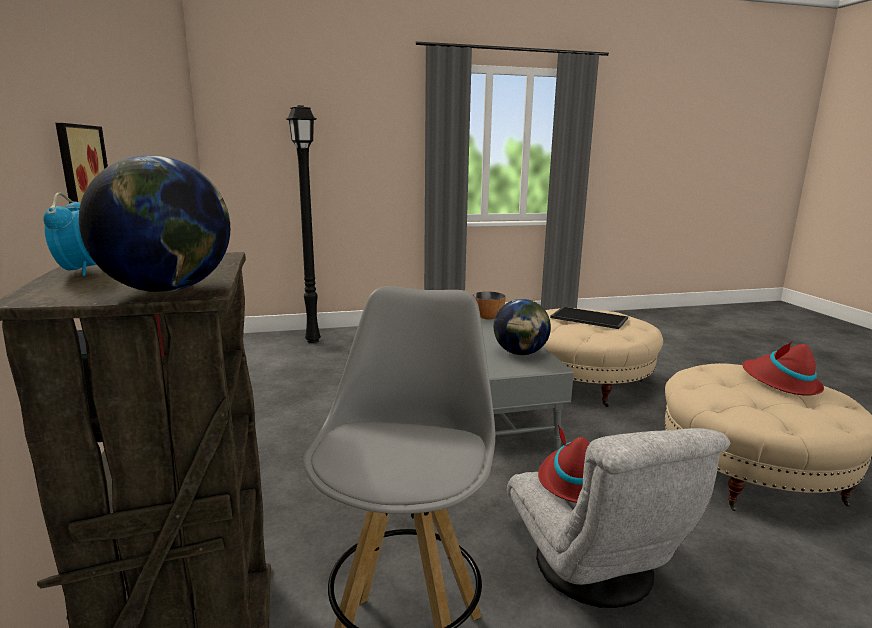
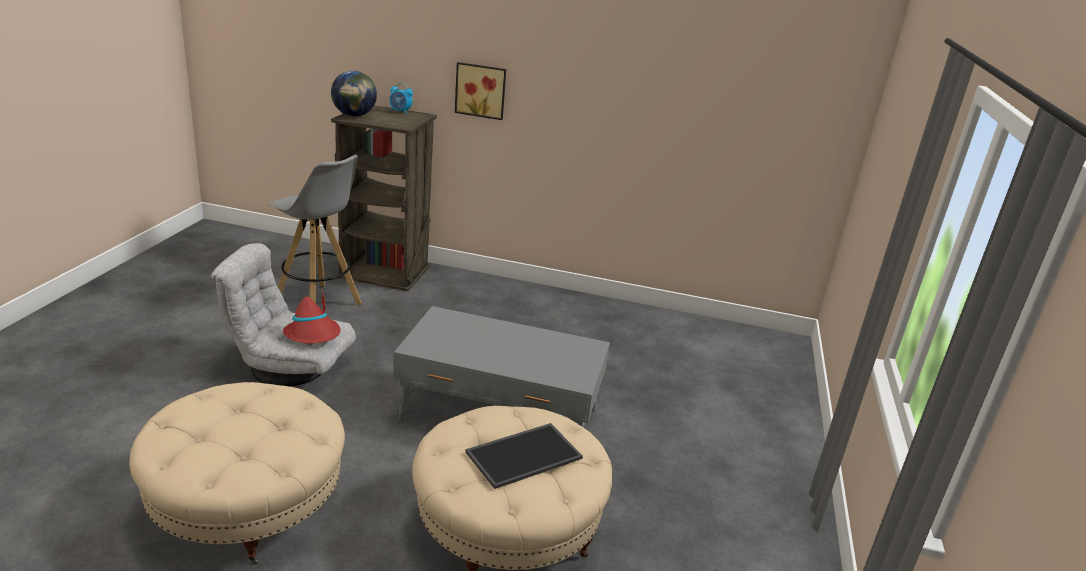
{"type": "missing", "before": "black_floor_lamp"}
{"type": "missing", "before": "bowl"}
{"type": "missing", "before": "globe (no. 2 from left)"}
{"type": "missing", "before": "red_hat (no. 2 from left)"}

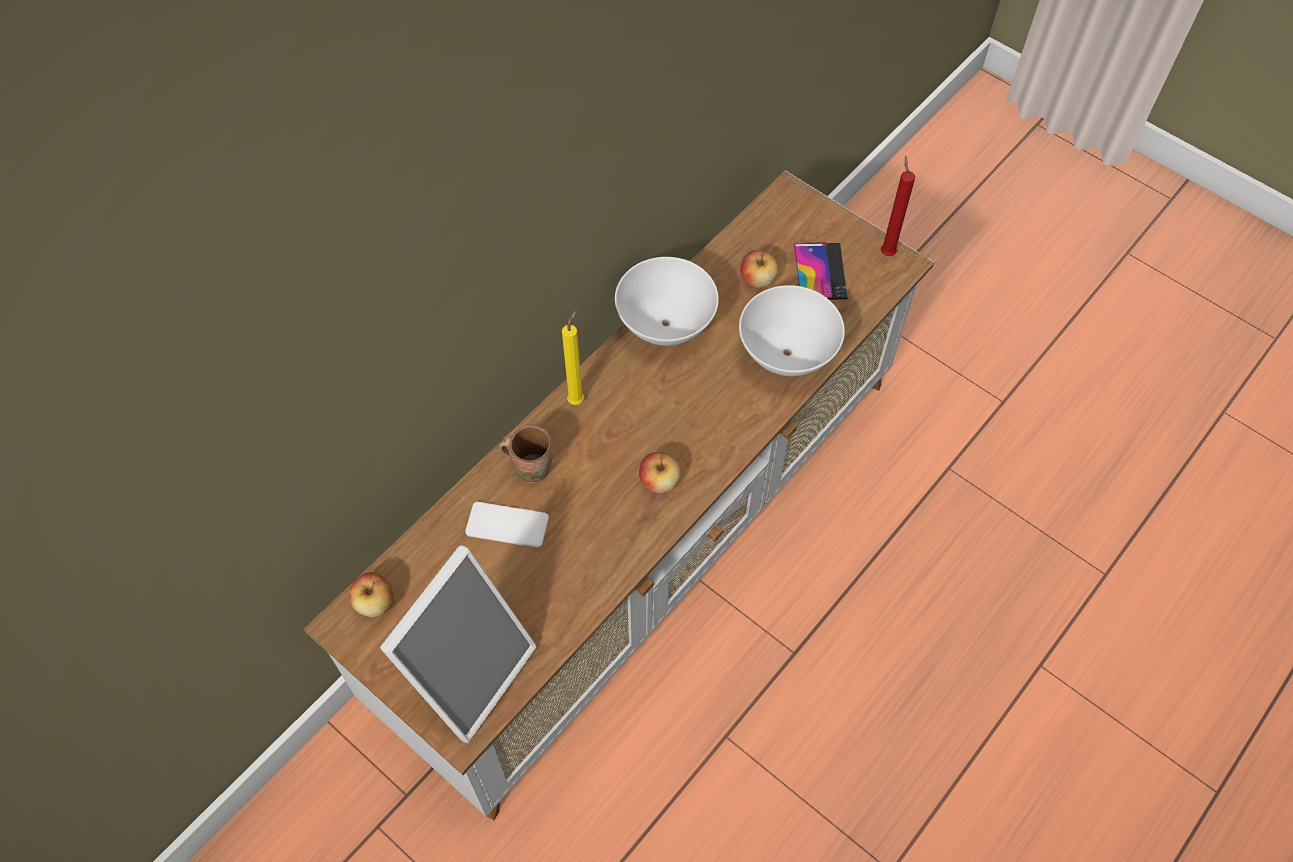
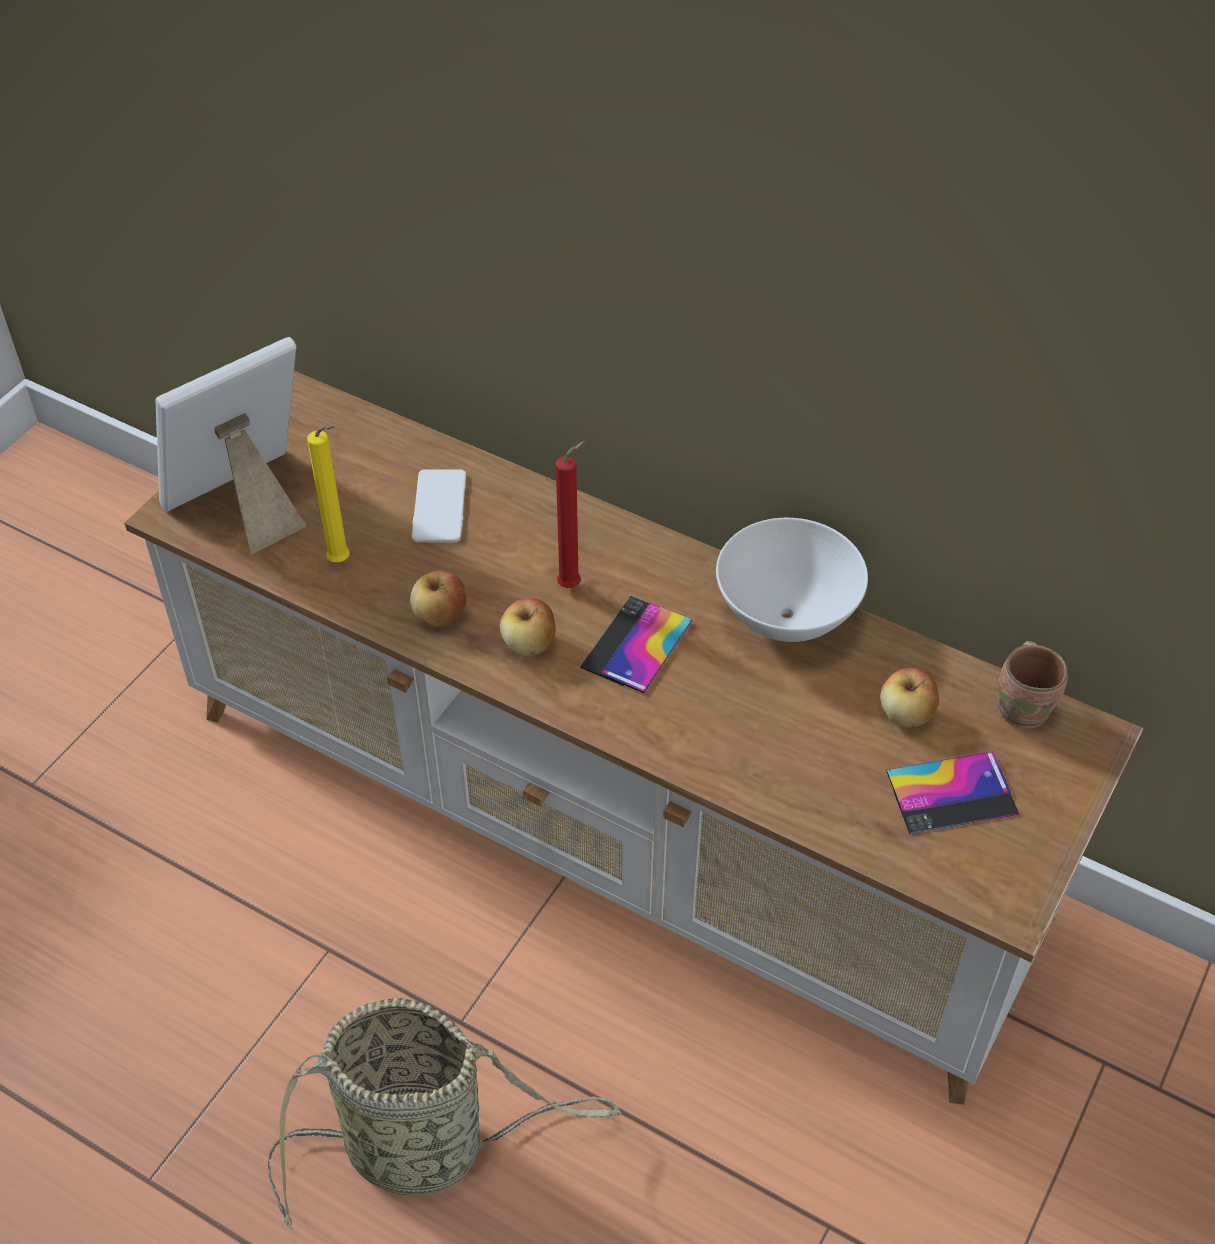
{"type": "spun", "before": "picture_frame", "turn": 120}
{"type": "appeared", "after": "basket"}
{"type": "relocated", "before": "yellow_candle"}
{"type": "relocated", "before": "apple (no. 1 from left)"}
{"type": "relocated", "before": "red_candle"}
{"type": "appeared", "after": "phone (no. 2 from left)"}
{"type": "relocated", "before": "brown_mug"}
{"type": "missing", "before": "white_bowl (no. 2 from left)"}

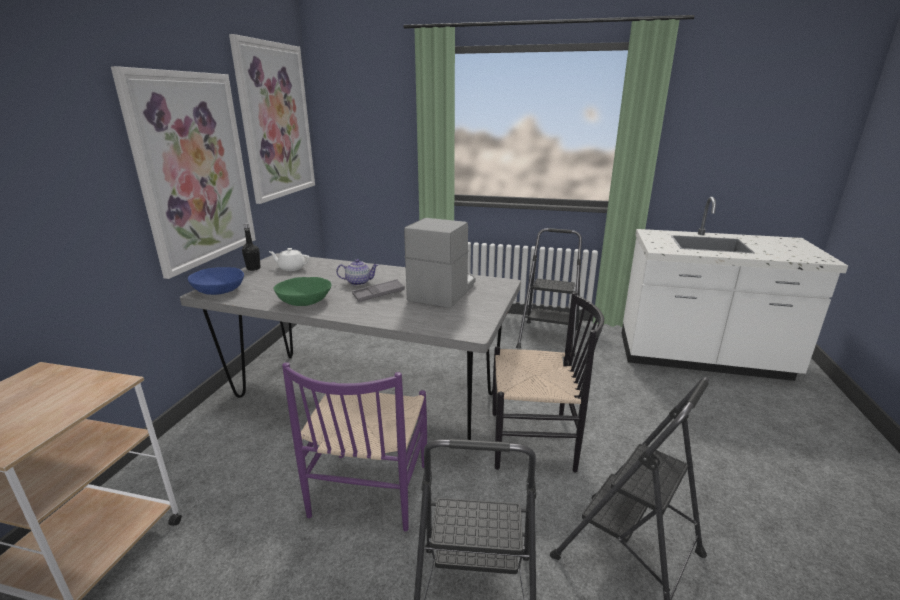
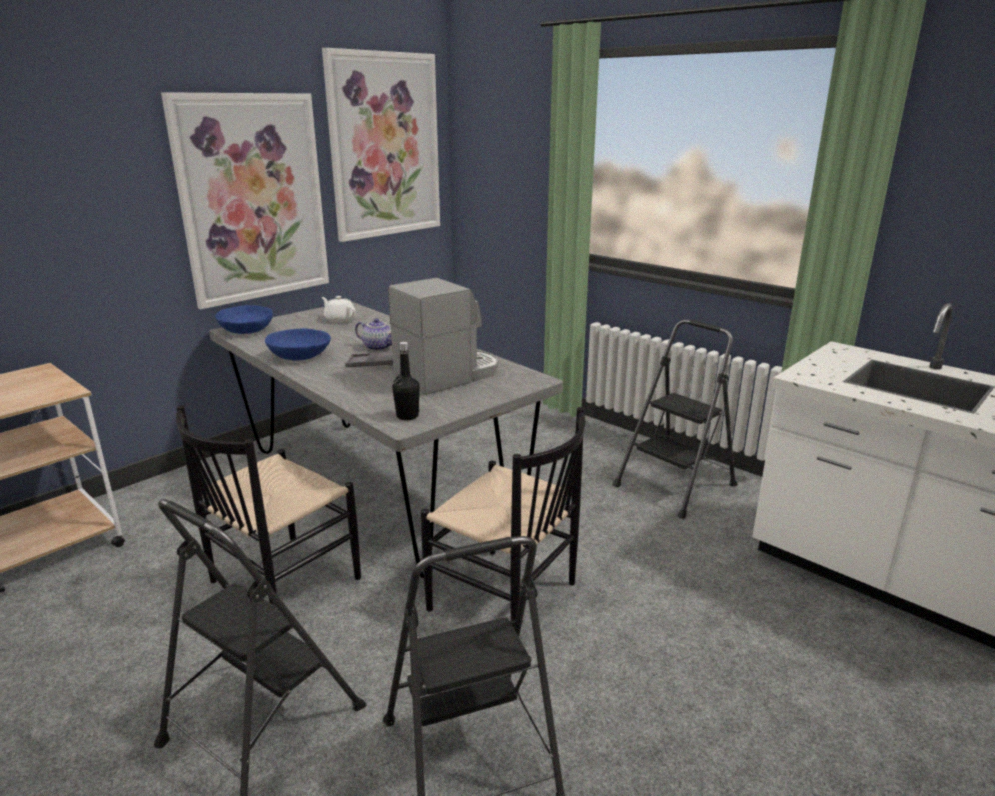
{"type": "colour", "before": "purple_chair", "after": "black_chair (no. 1 from left)"}
{"type": "colour", "before": "green_bowl", "after": "blue_bowl (no. 2 from left)"}
{"type": "relocated", "before": "black_bottle"}

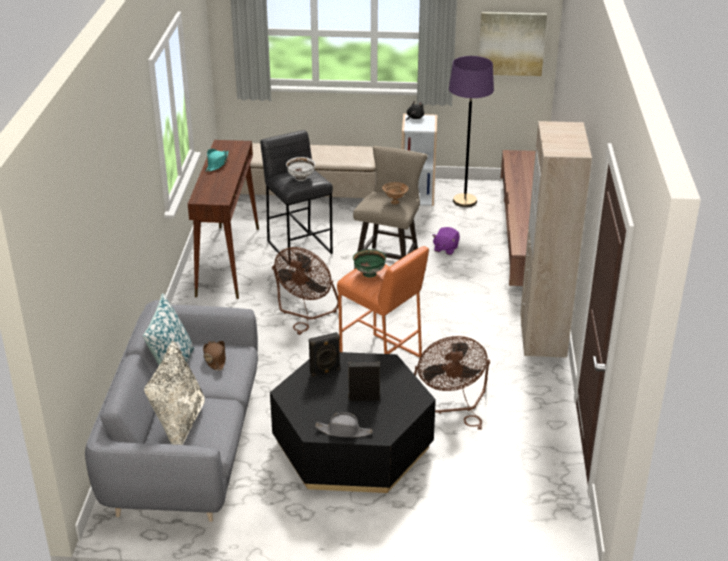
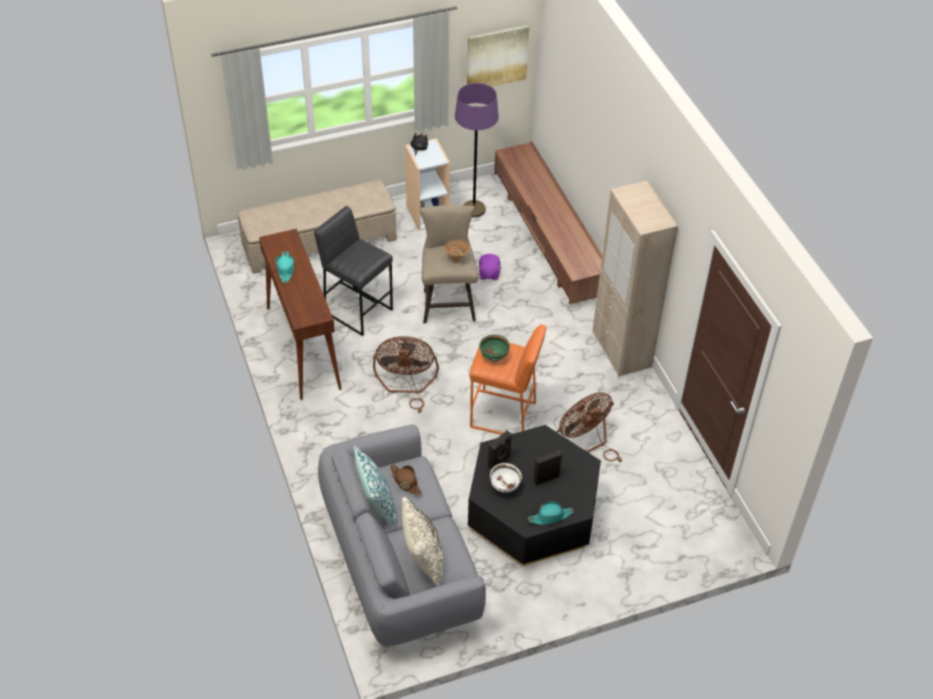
{"type": "relocated", "before": "white_bowl"}
{"type": "colour", "before": "grey_hat", "after": "turquoise_hat (no. 2 from left)"}

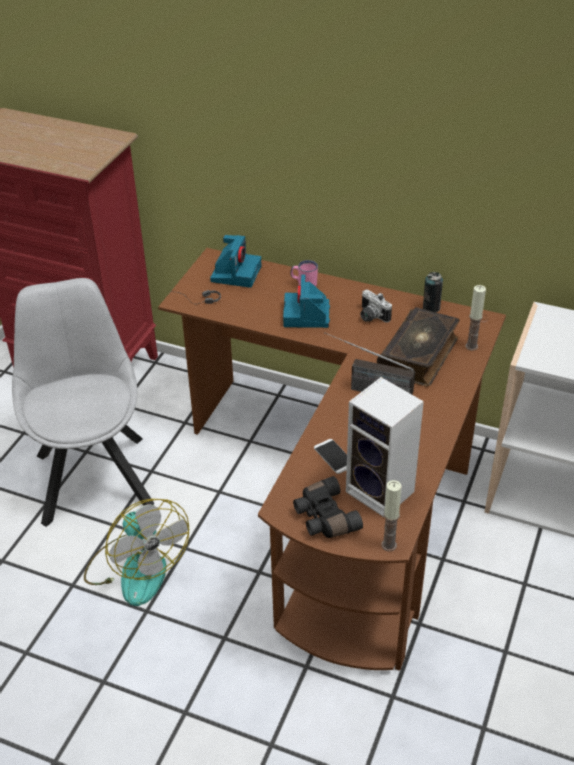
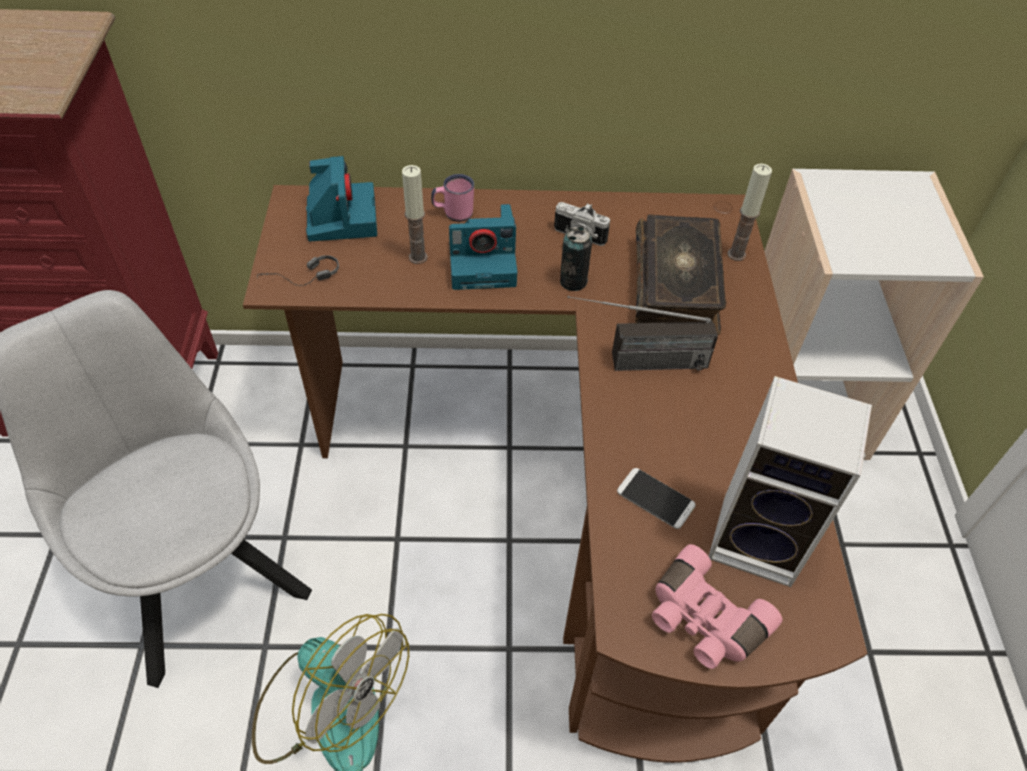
{"type": "relocated", "before": "candle (no. 1 from left)"}
{"type": "spun", "before": "photo_camera (no. 2 from left)", "turn": -75}
{"type": "relocated", "before": "can"}
{"type": "colour", "before": "black_binoculars", "after": "pink_binoculars"}

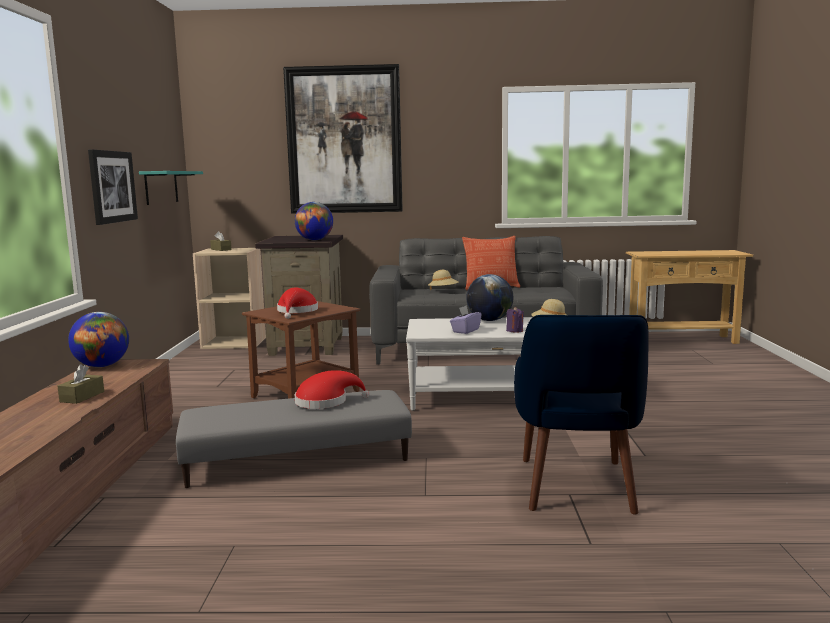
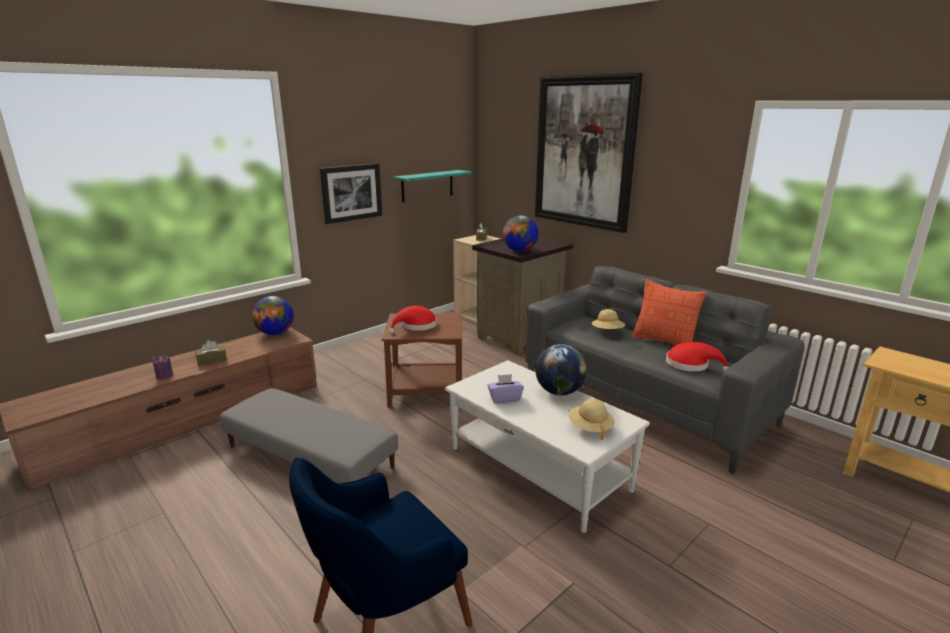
{"type": "relocated", "before": "purple_candle"}
{"type": "relocated", "before": "red_hat (no. 2 from left)"}

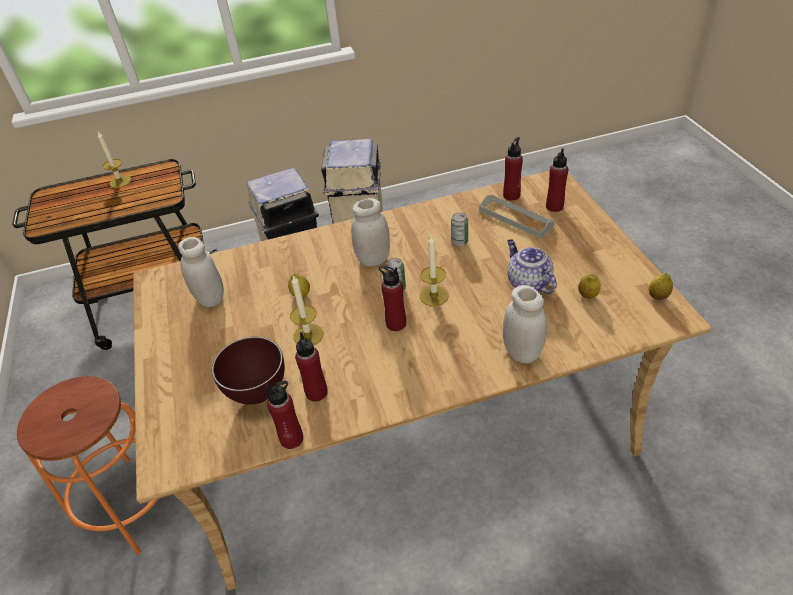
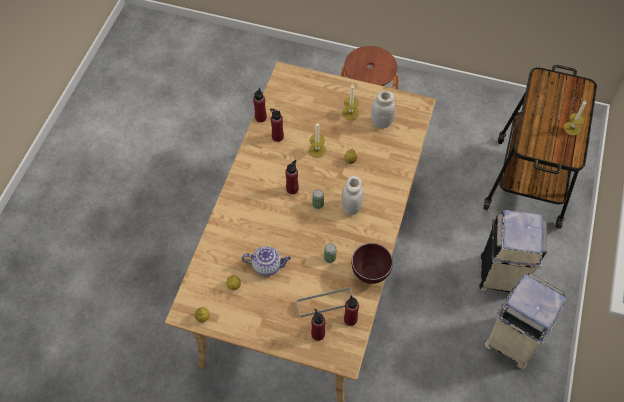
{"type": "relocated", "before": "candle (no. 3 from left in the first image)", "after": "candle (no. 2 from left)"}
{"type": "relocated", "before": "brown_bowl"}
{"type": "missing", "before": "white_jar (no. 3 from left)"}

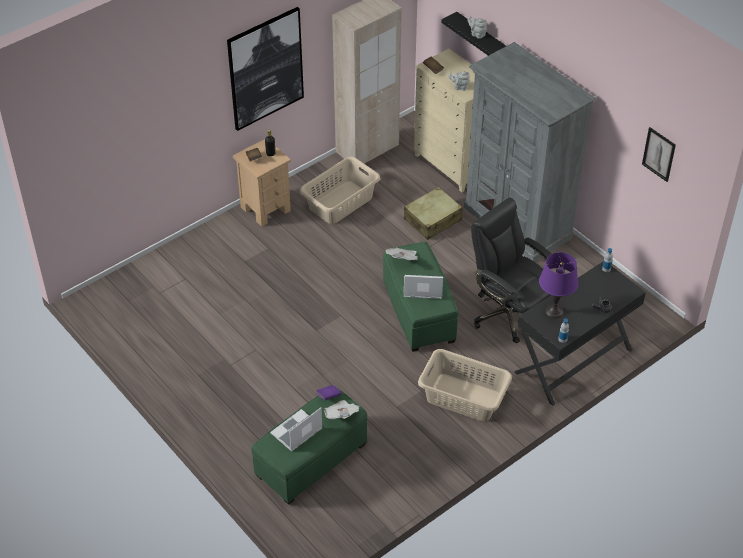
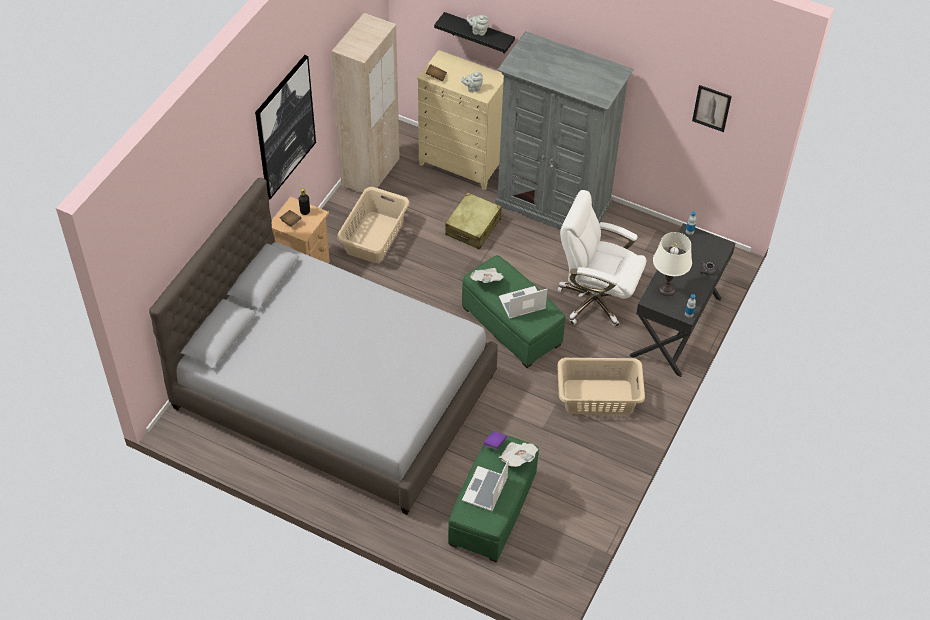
{"type": "appeared", "after": "grey_bed"}
{"type": "colour", "before": "black_office_chair", "after": "white_office_chair"}
{"type": "colour", "before": "purple_table_lamp", "after": "white_table_lamp"}

